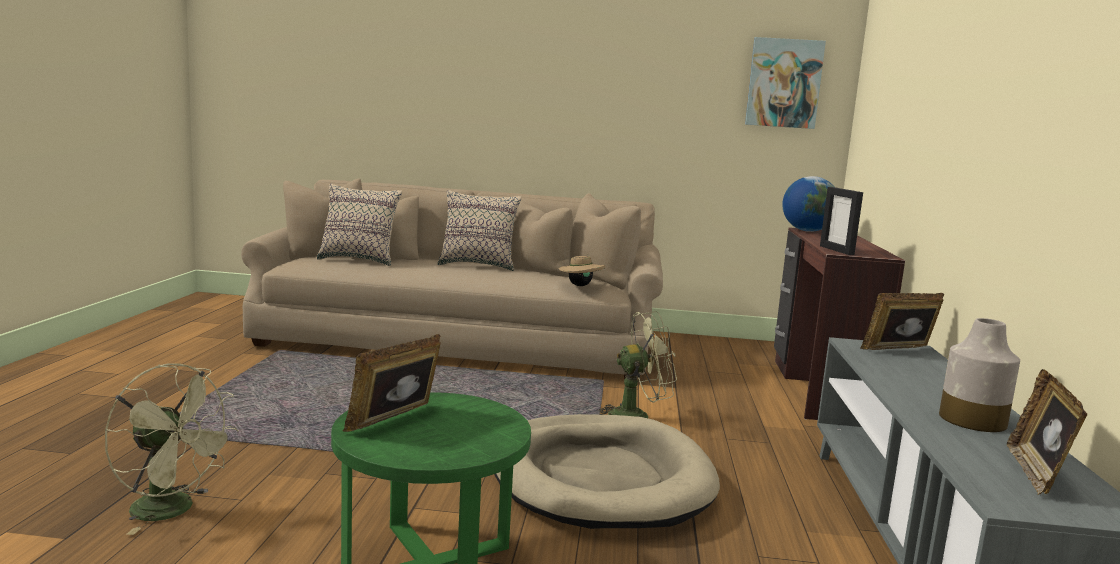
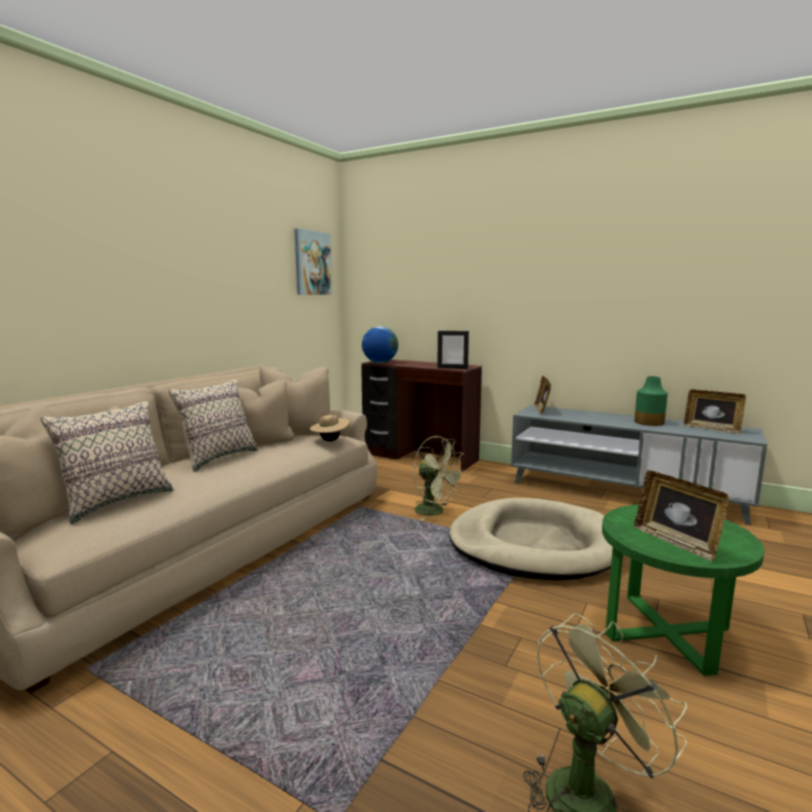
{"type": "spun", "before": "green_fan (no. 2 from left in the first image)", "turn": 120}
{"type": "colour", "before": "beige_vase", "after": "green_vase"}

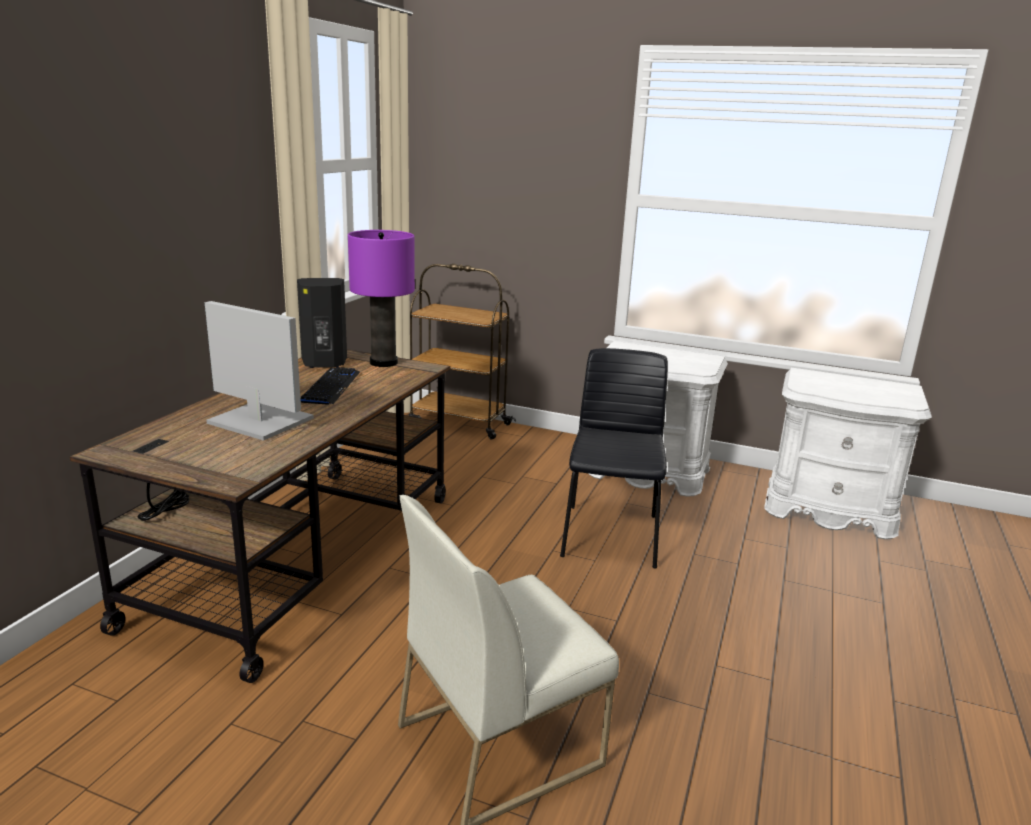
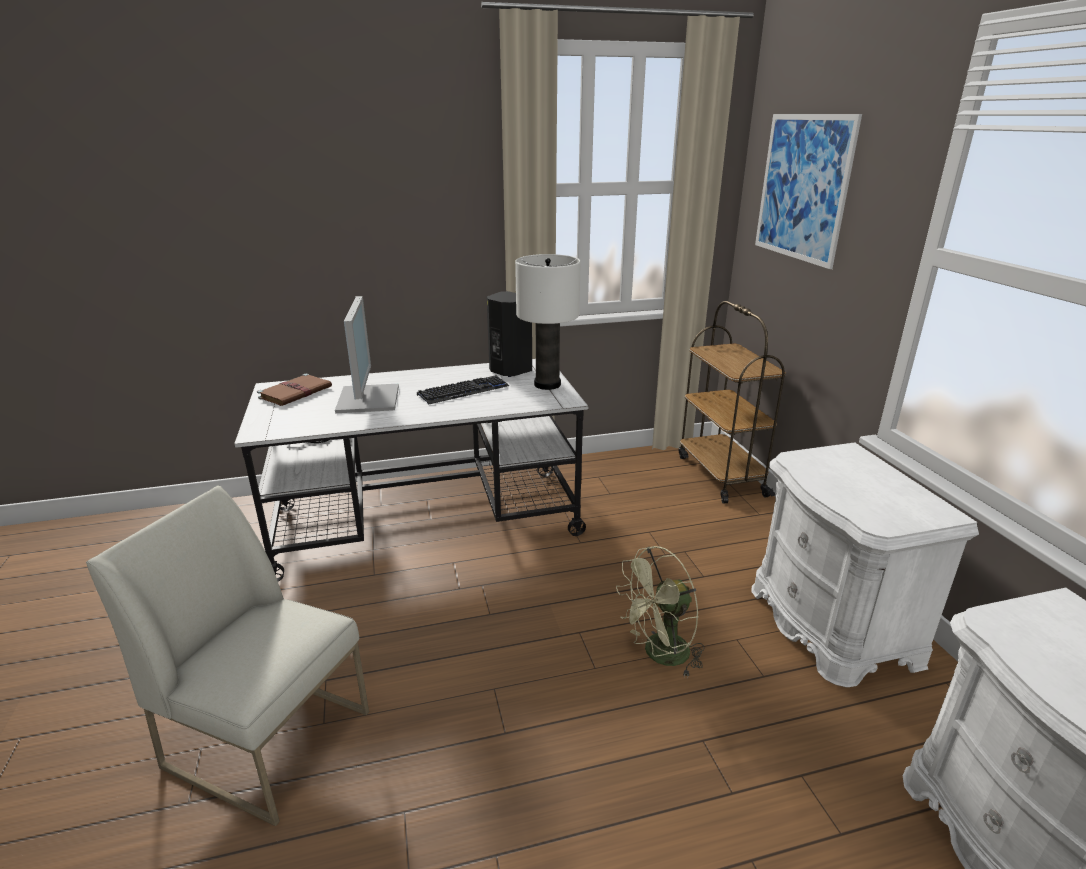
{"type": "colour", "before": "brown_desk", "after": "white_desk"}
{"type": "appeared", "after": "brown_book"}
{"type": "colour", "before": "purple_table_lamp", "after": "white_table_lamp"}
{"type": "exchanged", "before": "black_chair", "after": "green_fan"}
{"type": "appeared", "after": "picture"}

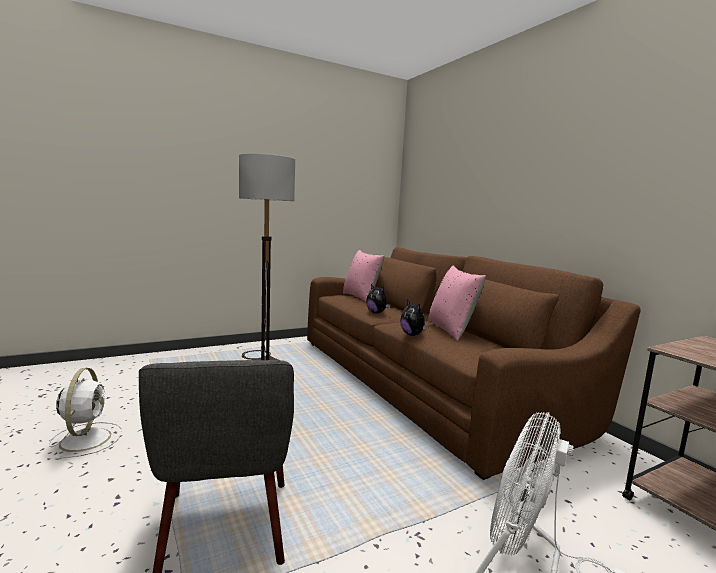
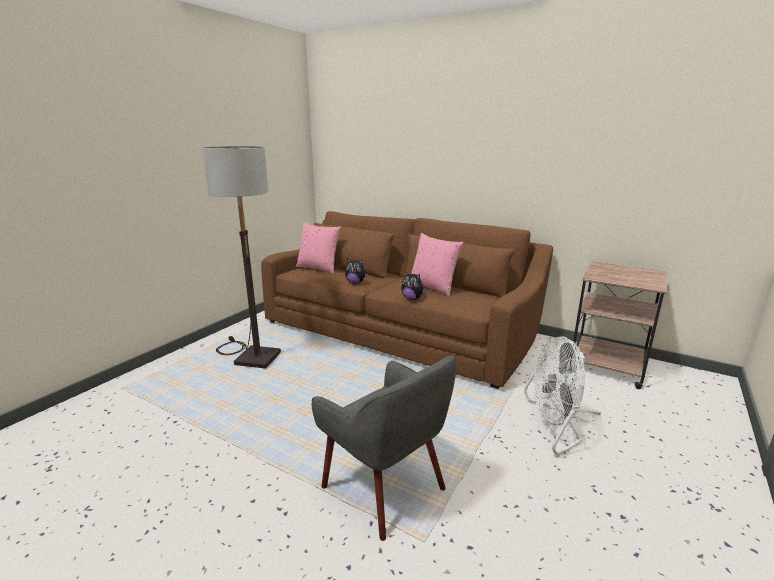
{"type": "missing", "before": "white_fan (no. 1 from left)"}

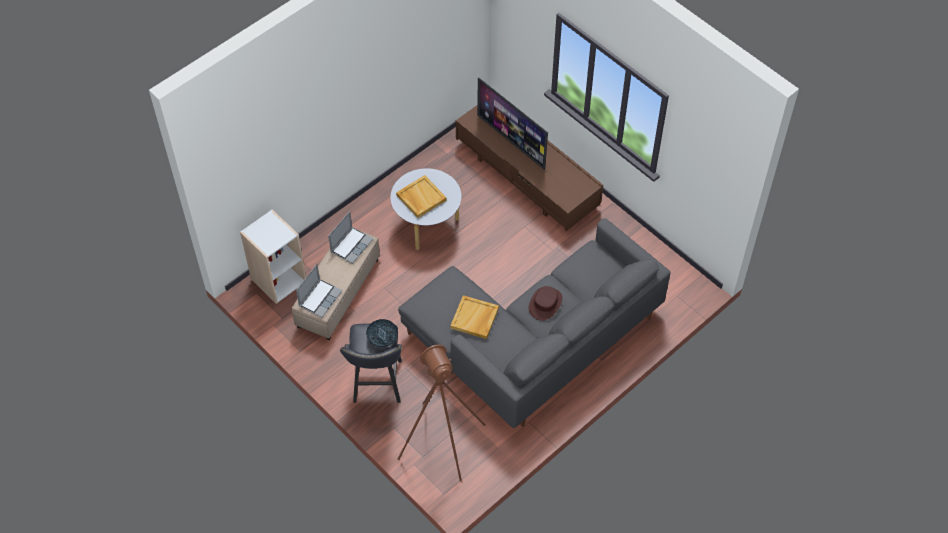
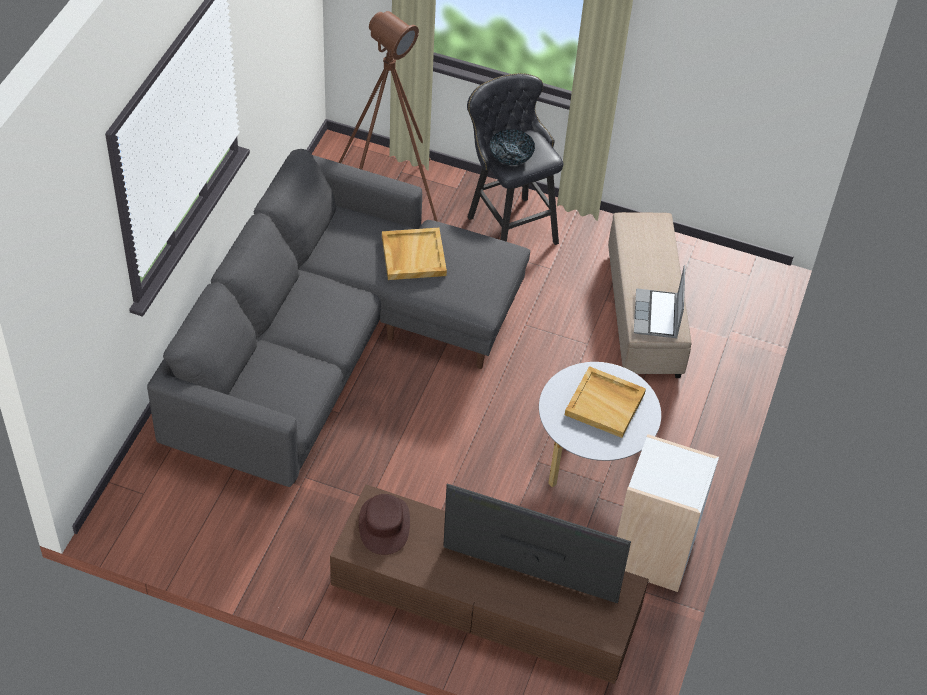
{"type": "relocated", "before": "brown_hat"}
{"type": "relocated", "before": "bookcase"}
{"type": "missing", "before": "laptop (no. 1 from left)"}

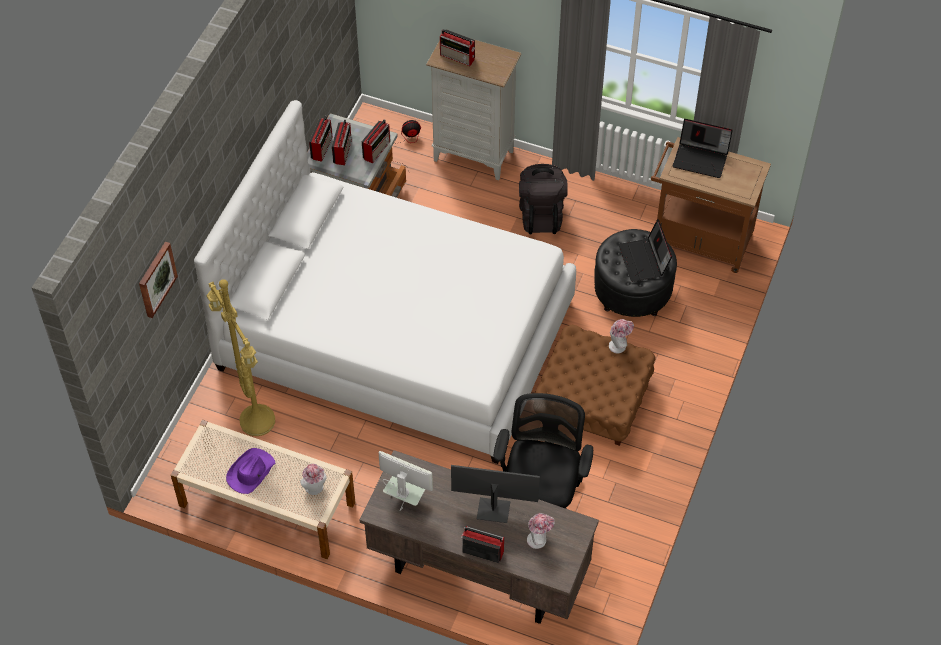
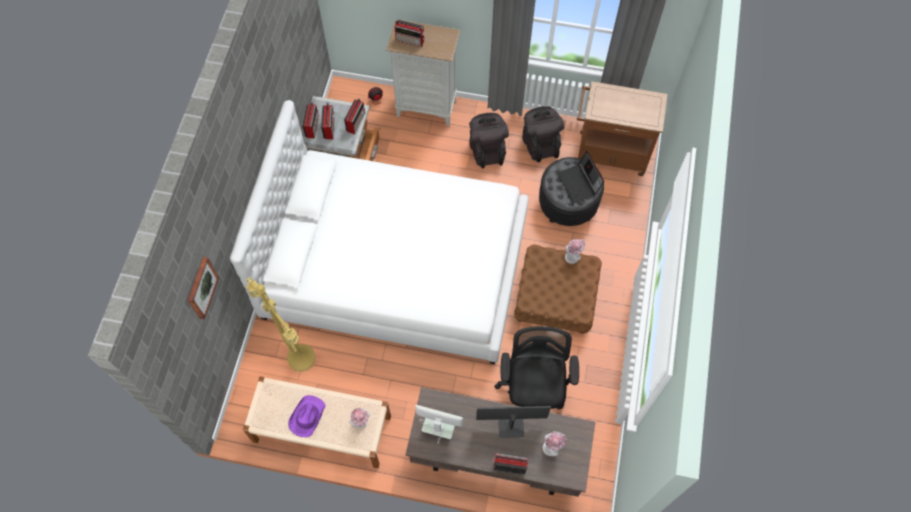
{"type": "appeared", "after": "black_backpack (no. 2 from left)"}
{"type": "missing", "before": "laptop (no. 2 from left)"}

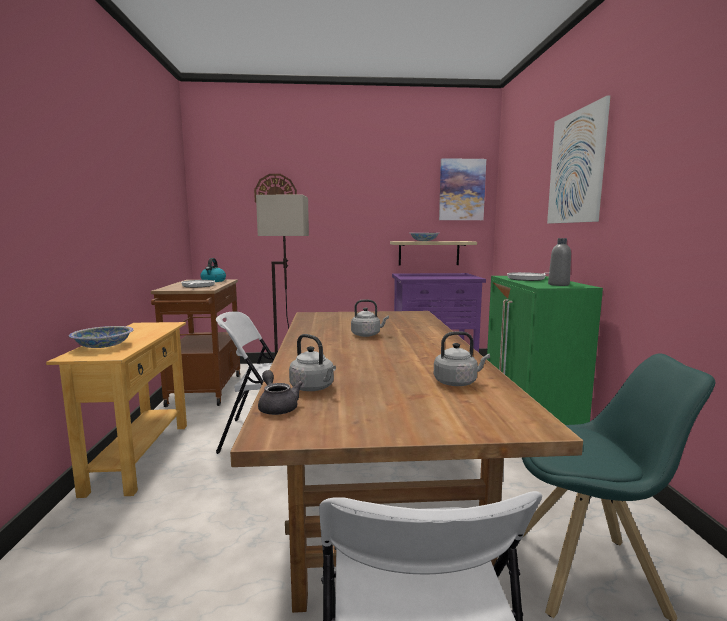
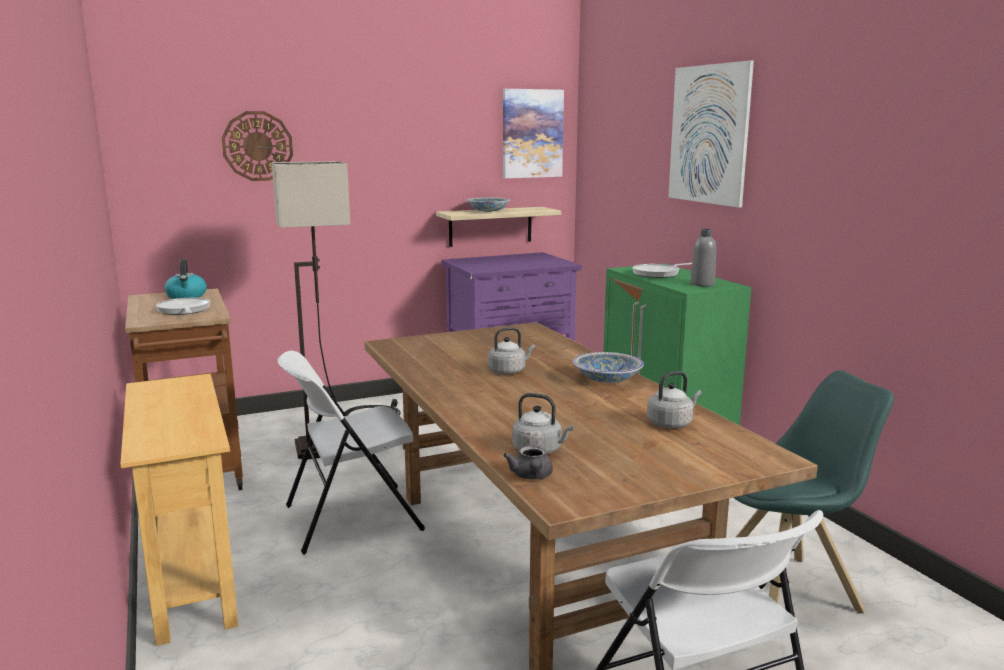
{"type": "spun", "before": "grey_teapot", "turn": -135}
{"type": "relocated", "before": "bowl (no. 1 from left in the first image)", "after": "bowl (no. 2 from left)"}

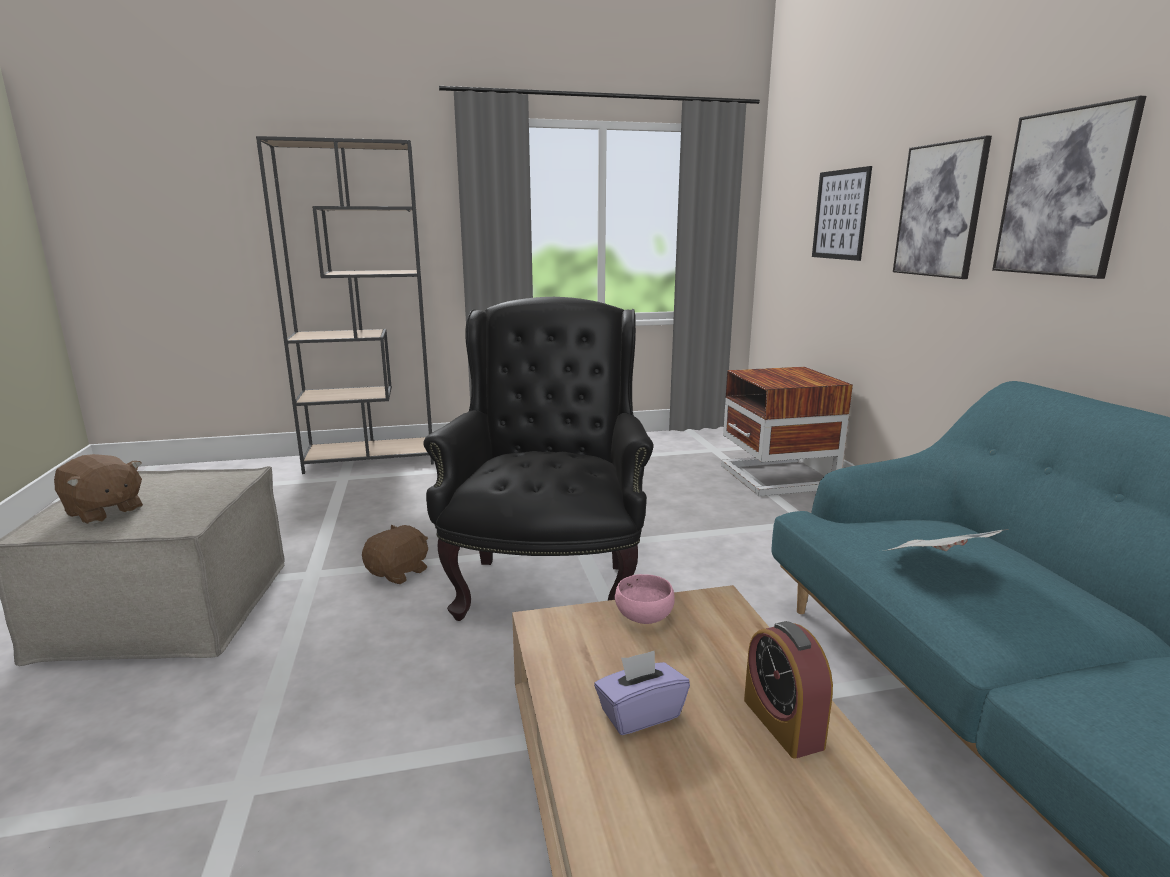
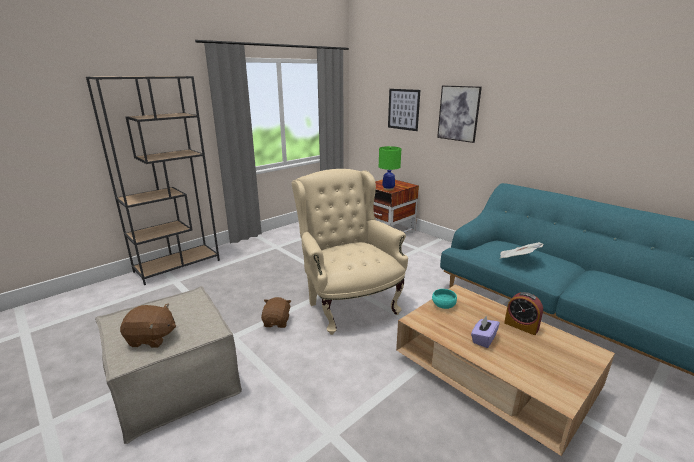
{"type": "colour", "before": "black_armchair", "after": "beige_armchair"}
{"type": "appeared", "after": "green_table_lamp"}
{"type": "colour", "before": "pink_bowl", "after": "turquoise_bowl"}
{"type": "missing", "before": "picture (no. 3 from left)"}

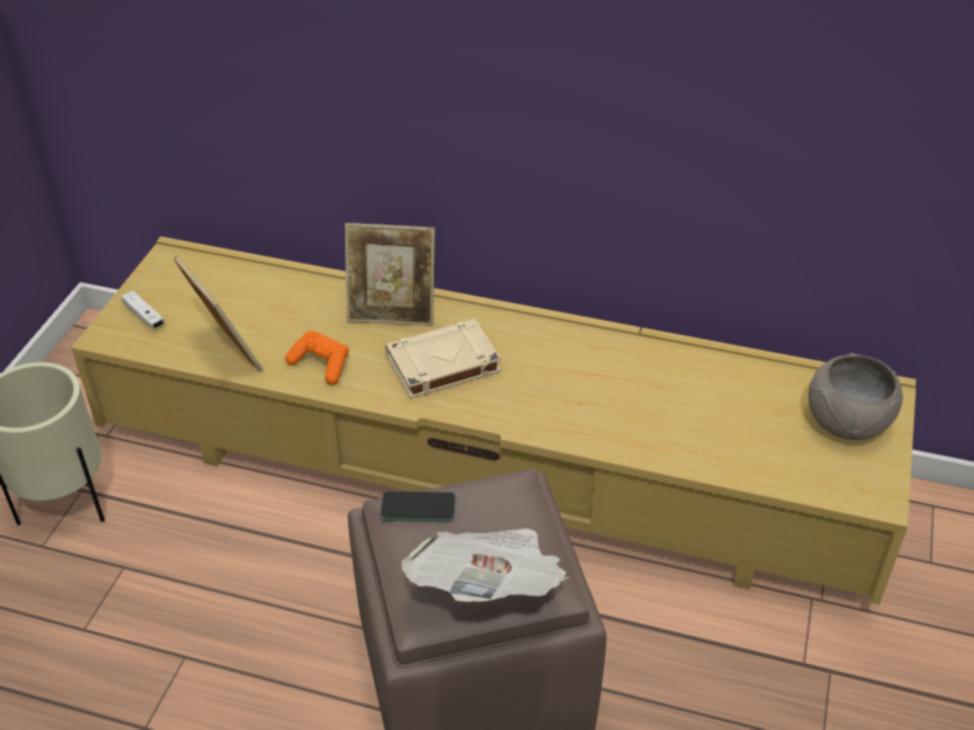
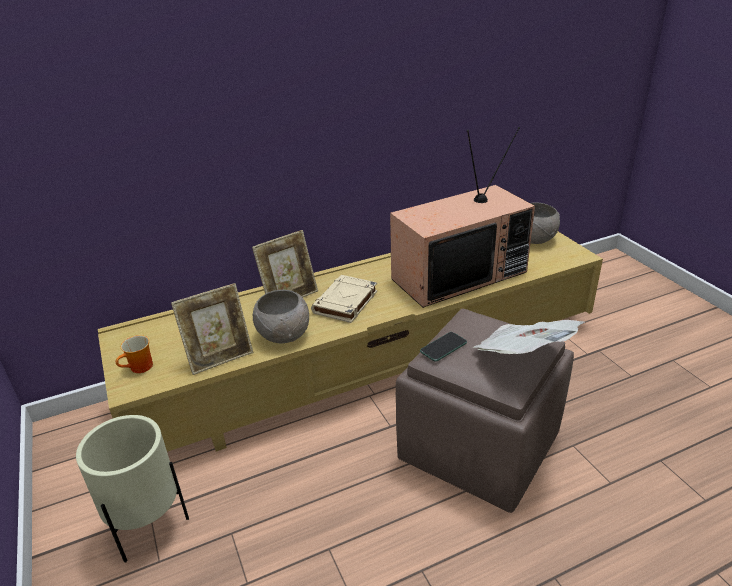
{"type": "exchanged", "before": "white_game_controller", "after": "mug"}
{"type": "spun", "before": "picture_frame (no. 1 from left)", "turn": 135}
{"type": "exchanged", "before": "orange_game_controller", "after": "grey_bowl (no. 1 from left)"}
{"type": "appeared", "after": "television"}

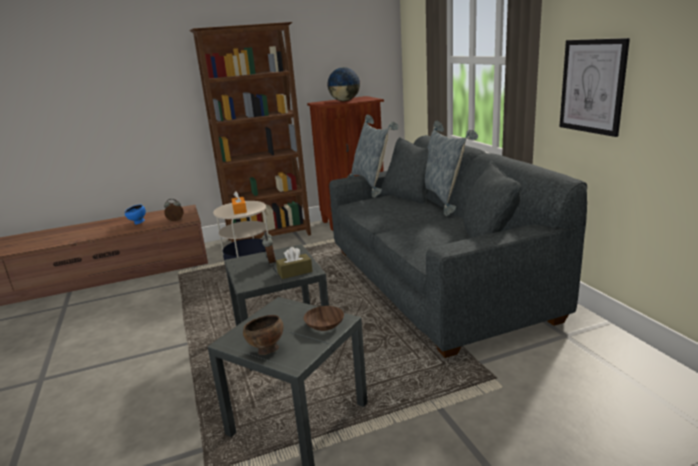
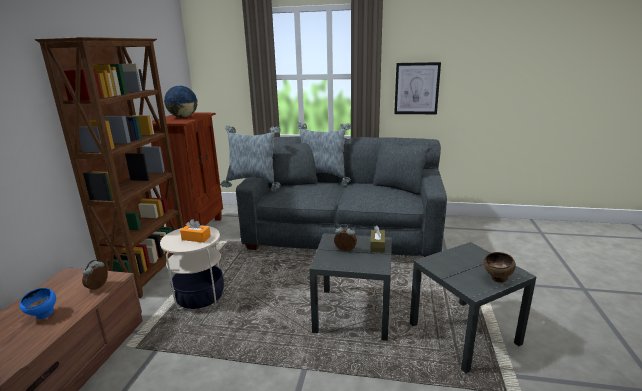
{"type": "missing", "before": "brown_bowl (no. 2 from left)"}

